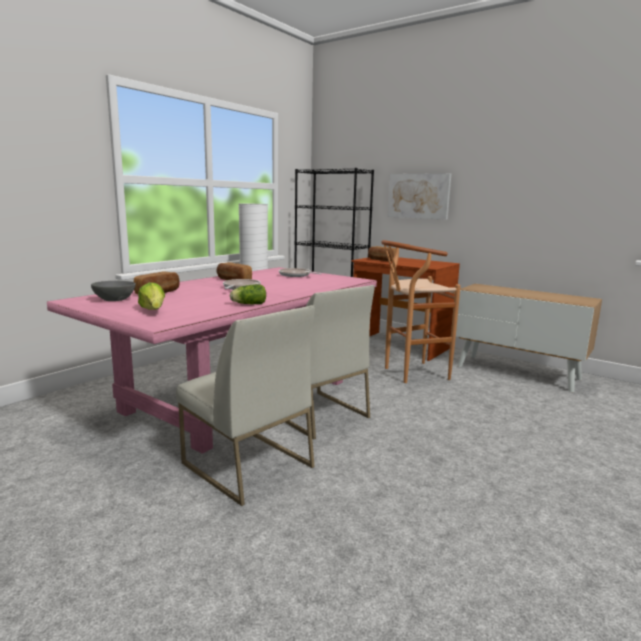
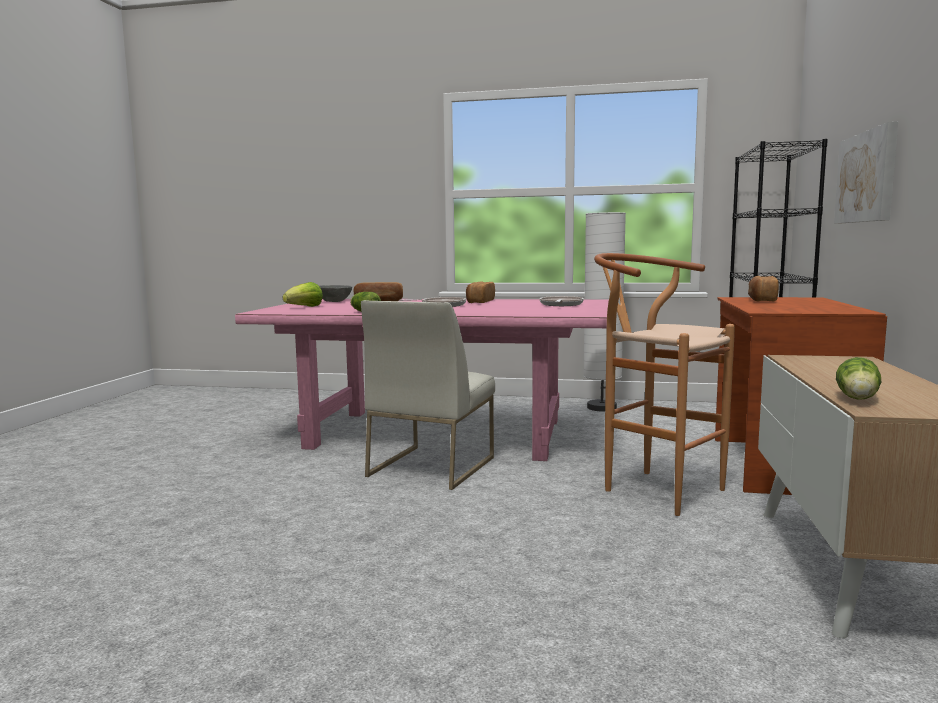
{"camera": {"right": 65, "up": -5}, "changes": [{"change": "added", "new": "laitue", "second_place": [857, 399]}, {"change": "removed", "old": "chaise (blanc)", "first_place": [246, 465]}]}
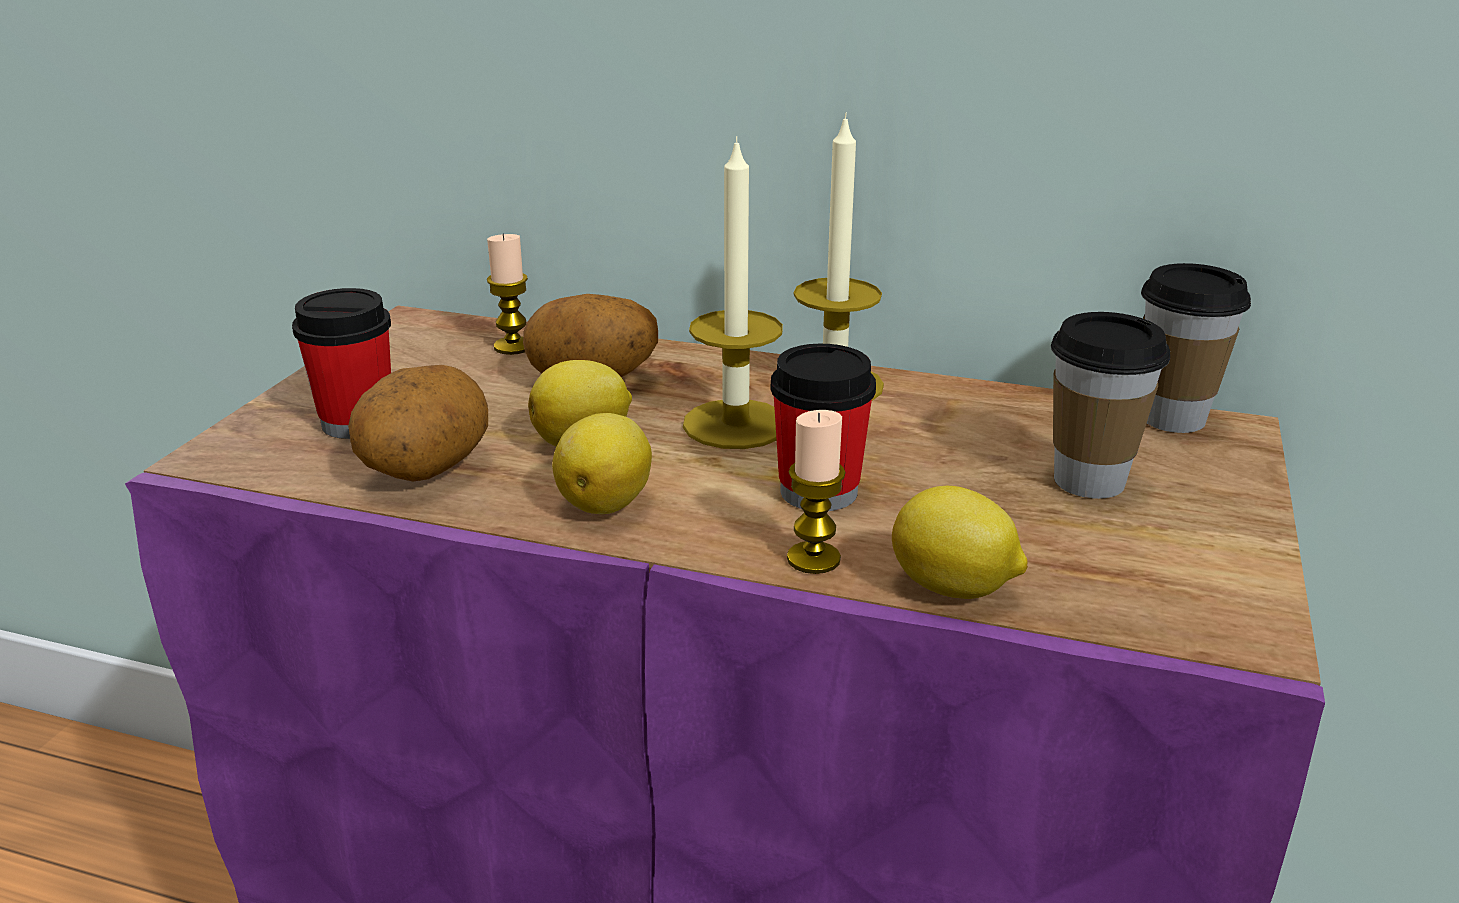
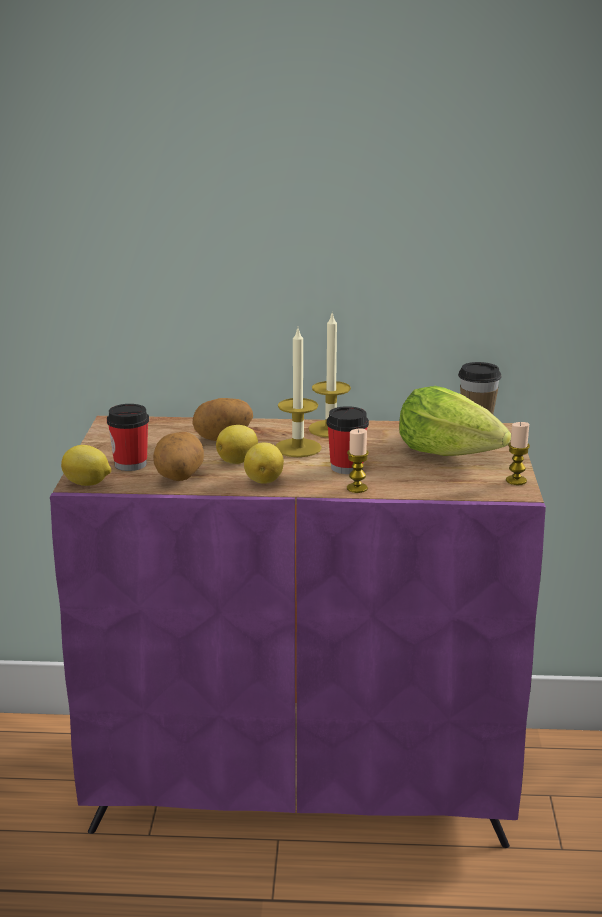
{"camera": {"right": -15, "up": -5}, "changes": [{"change": "moved", "old": "citron", "first_place": [954, 589], "second_place": [87, 484]}, {"change": "replaced", "old": "tasse", "new": "laitue", "first_place": [1089, 481], "second_place": [450, 453]}, {"change": "moved", "old": "bougie", "first_place": [513, 347], "second_place": [516, 481]}]}
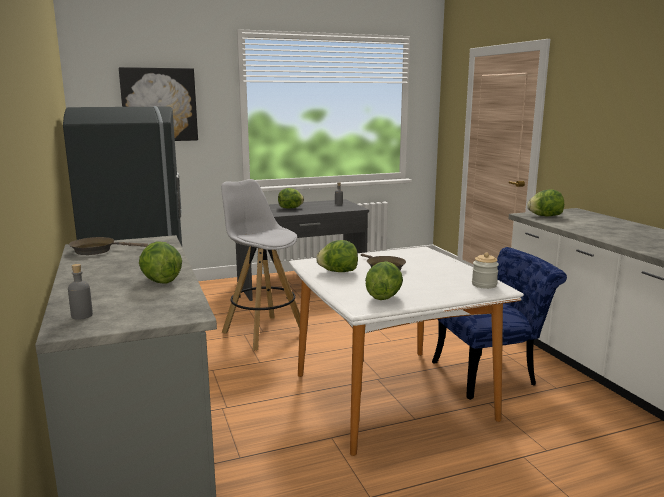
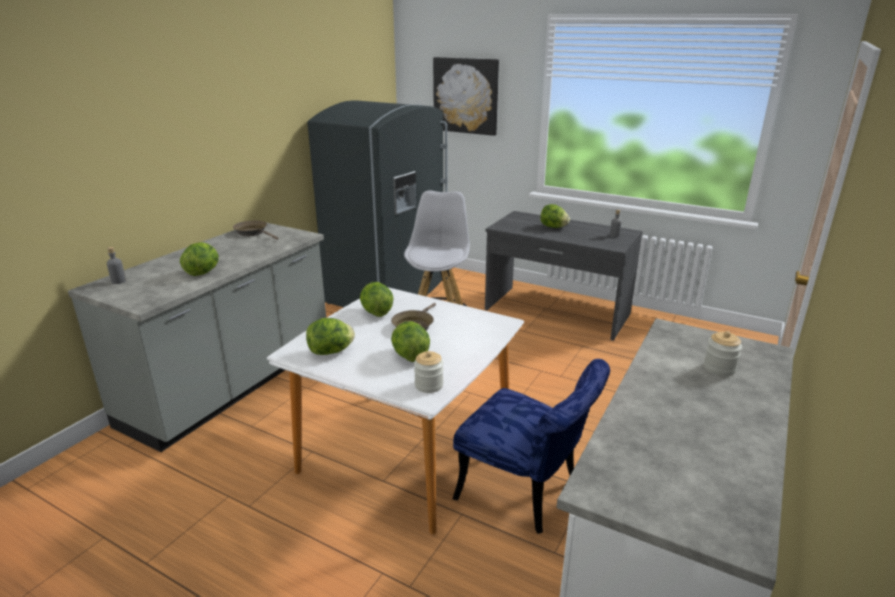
{"camera": {"right": 50, "up": 10}, "changes": [{"change": "moved", "old": "laitue", "first_place": [545, 216], "second_place": [409, 356]}, {"change": "added", "new": "bocal", "second_place": [719, 368]}]}
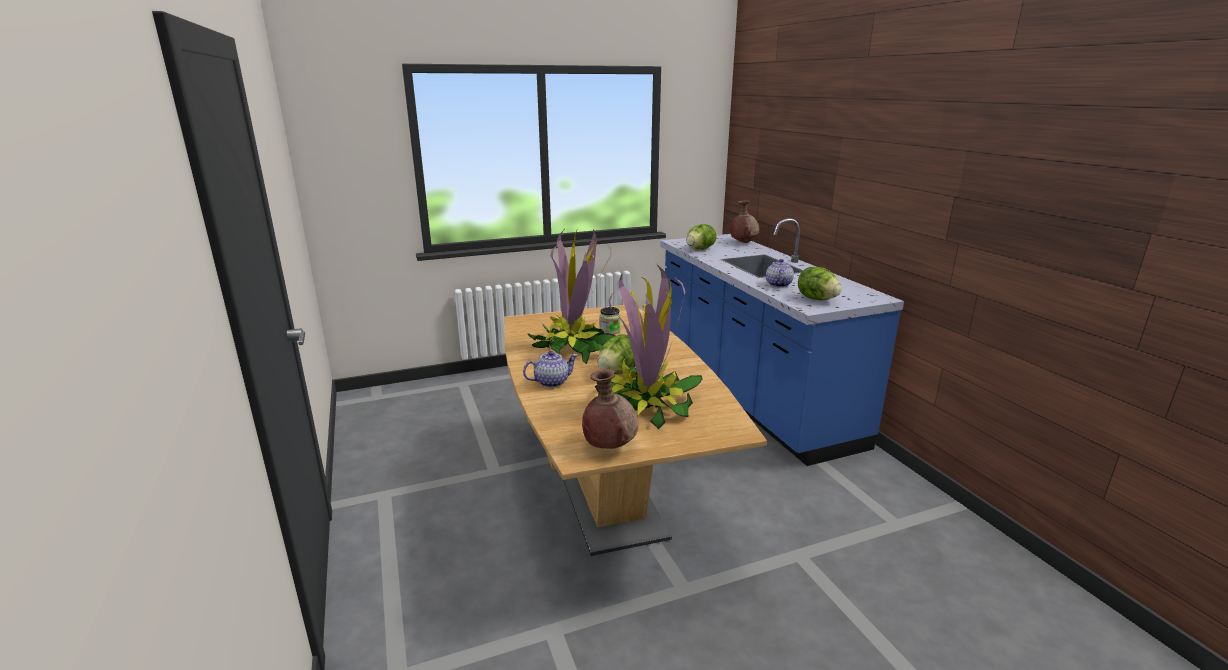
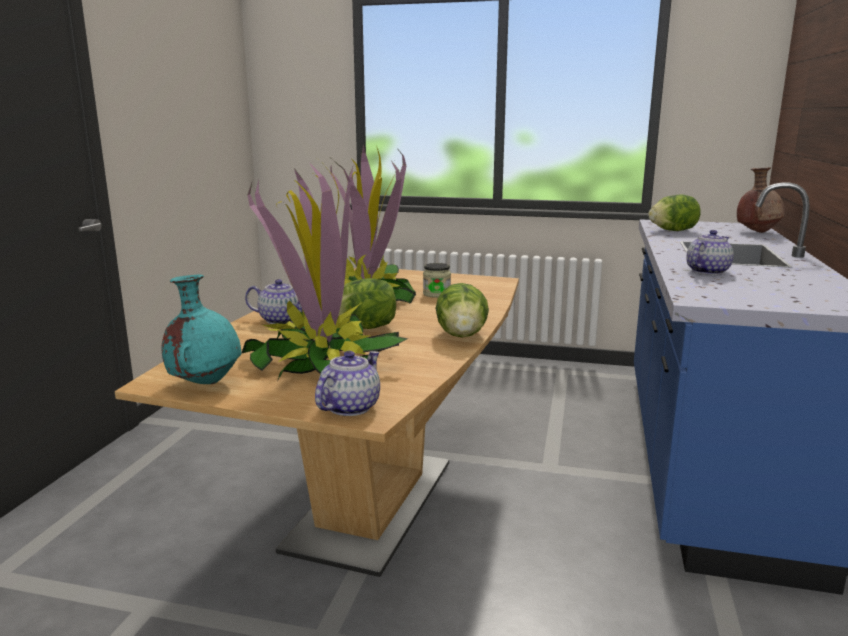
{"camera": {"right": 35, "up": -5}, "changes": [{"change": "recoloured", "old": "vase (marron)", "new": "vase (turquoise)", "first_place": [609, 446], "second_place": [205, 383]}, {"change": "added", "new": "théière", "second_place": [349, 407]}, {"change": "moved", "old": "laitue", "first_place": [817, 299], "second_place": [462, 335]}]}
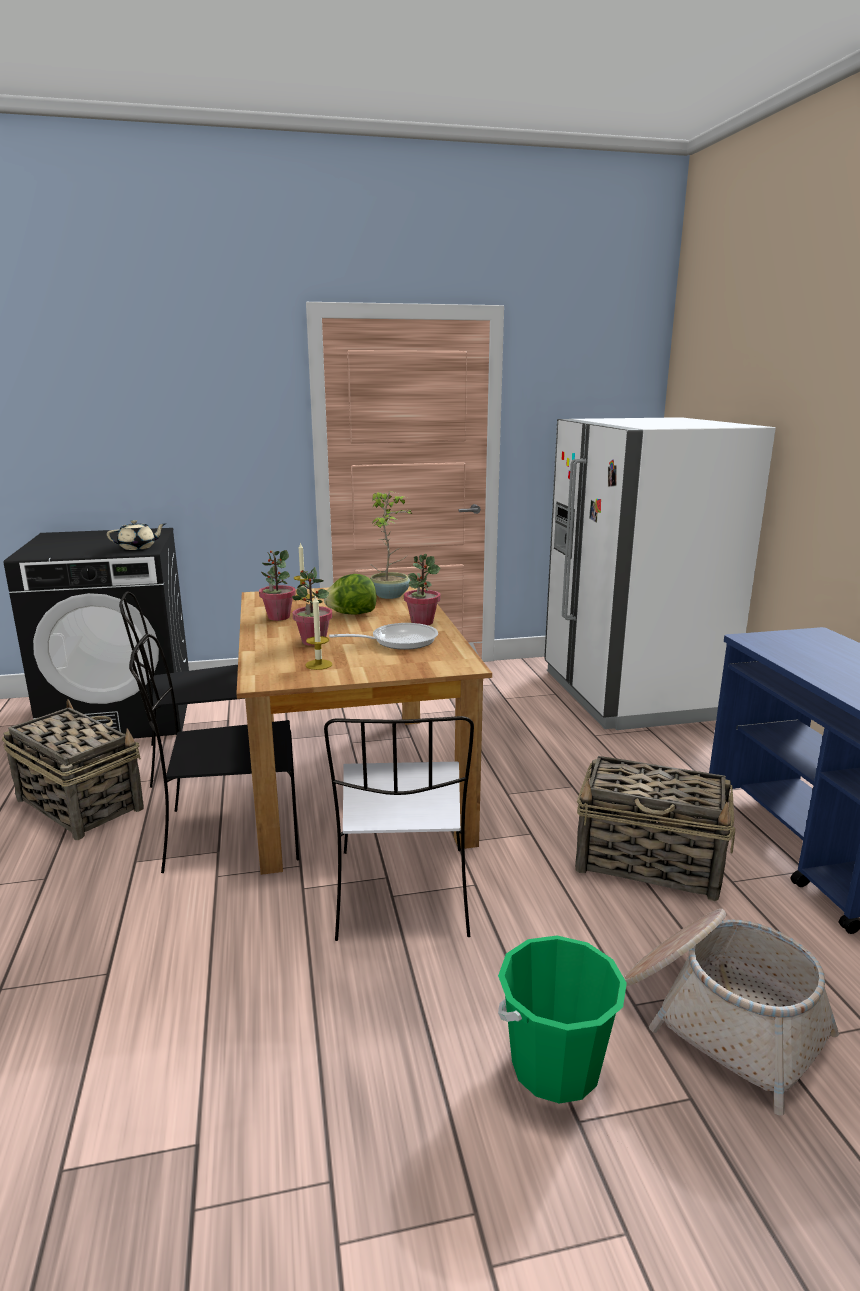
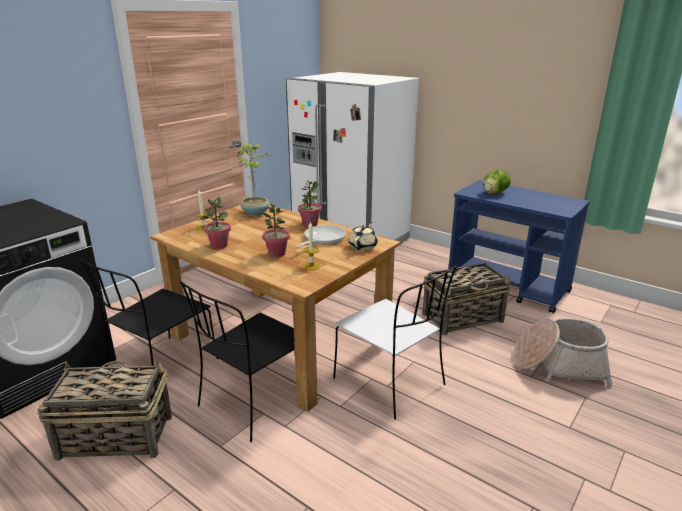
{"camera": {"right": -40, "up": 5}, "changes": [{"change": "moved", "old": "théière (beige)", "first_place": [138, 547], "second_place": [363, 246]}, {"change": "moved", "old": "laitue", "first_place": [352, 614], "second_place": [494, 193]}, {"change": "removed", "old": "seau (vert)", "first_place": [555, 1066]}]}
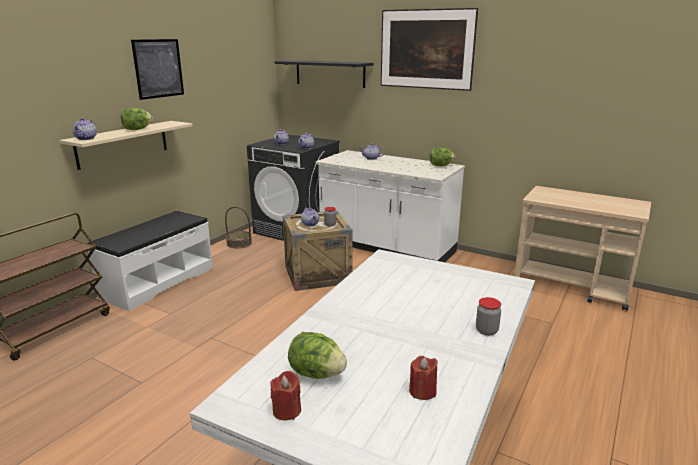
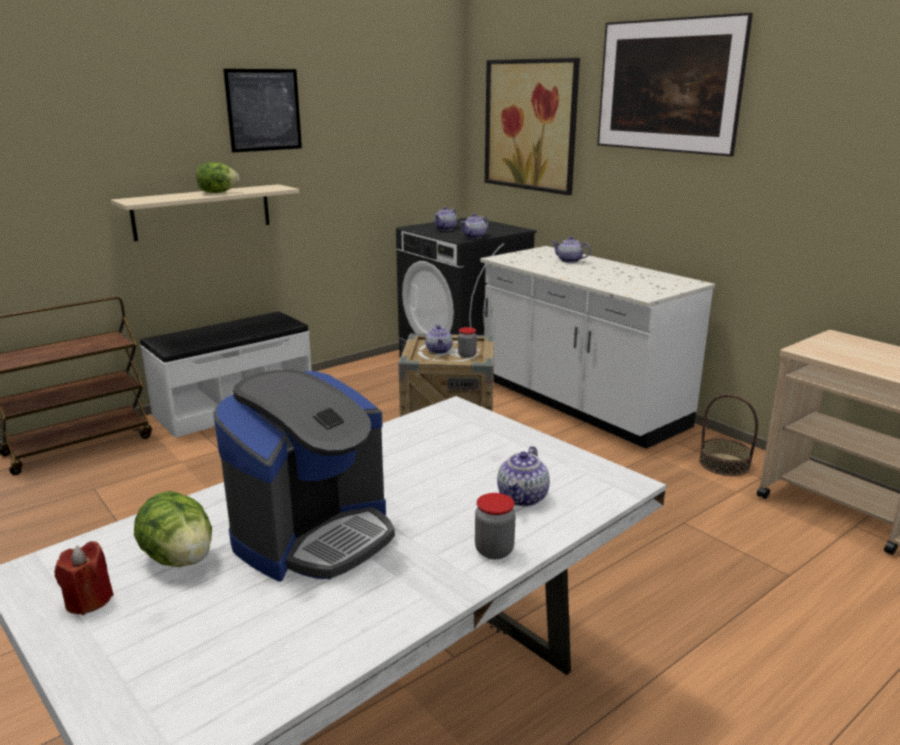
{"camera": {"right": 20, "up": 0}, "changes": [{"change": "added", "new": "machine à café", "second_place": [314, 535]}, {"change": "replaced", "old": "étagère (noir)", "new": "tableau", "first_place": [330, 73], "second_place": [530, 125]}, {"change": "moved", "old": "théière", "first_place": [86, 138], "second_place": [523, 498]}, {"change": "moved", "old": "panier", "first_place": [239, 243], "second_place": [724, 464]}, {"change": "removed", "old": "bougie (rouge)", "first_place": [422, 391]}, {"change": "removed", "old": "laitue", "first_place": [440, 166]}]}
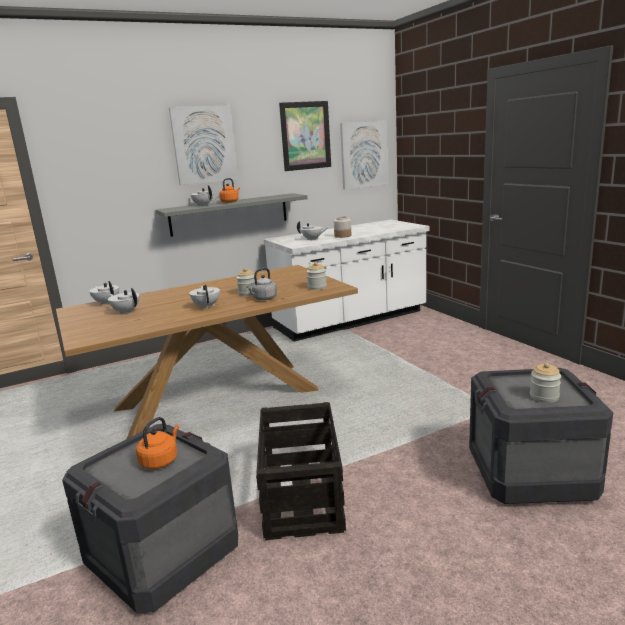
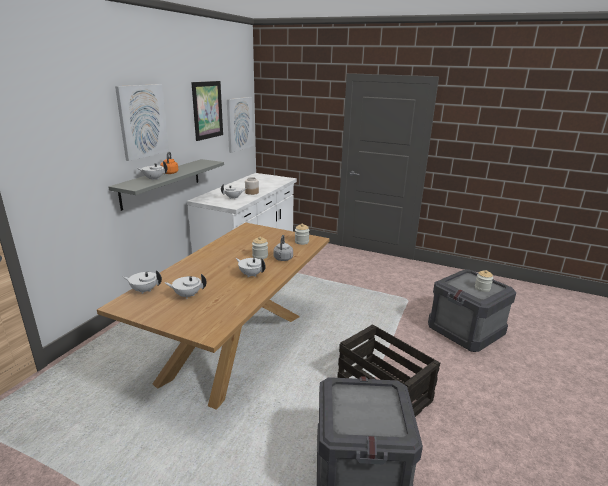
{"camera": {"right": -40, "up": 5}, "changes": [{"change": "removed", "old": "bouilloire (orange)", "first_place": [160, 460]}]}
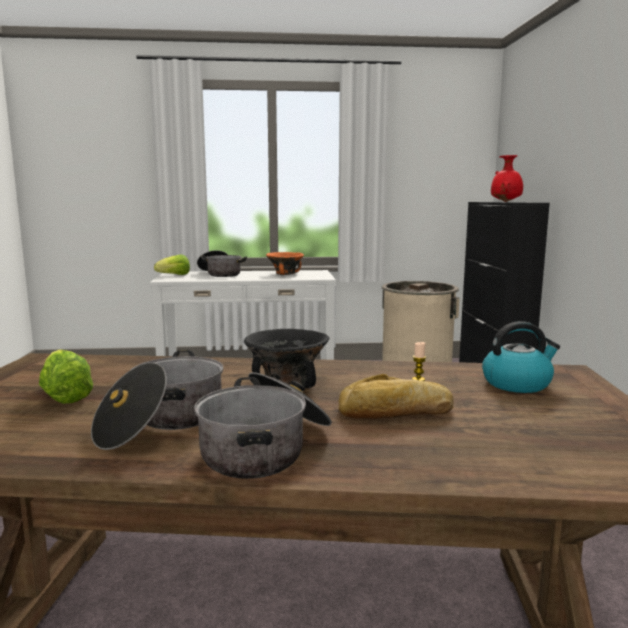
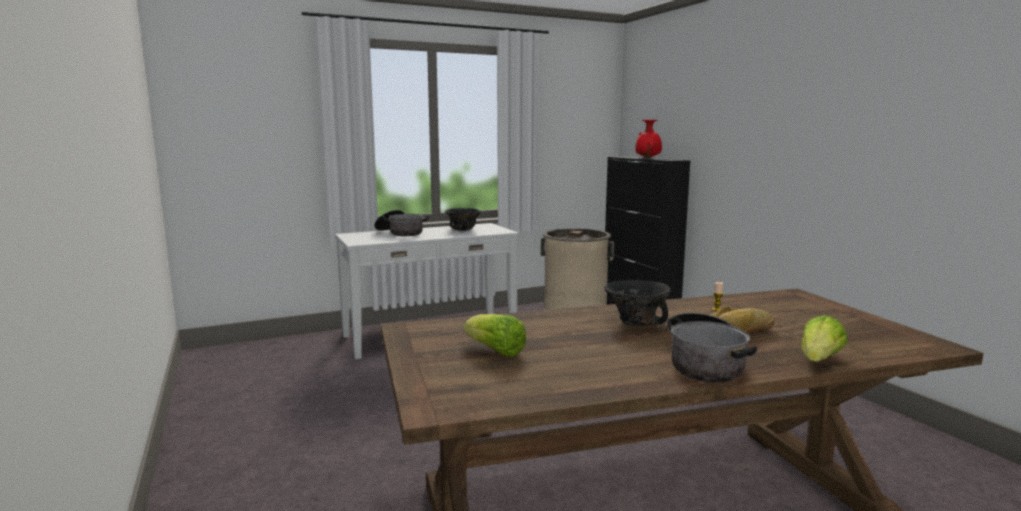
{"camera": {"right": -20, "up": 0}, "changes": [{"change": "recoloured", "old": "bol (orange)", "new": "bol (noir)", "first_place": [285, 274], "second_place": [463, 230]}, {"change": "moved", "old": "laitue", "first_place": [174, 275], "second_place": [819, 360]}, {"change": "removed", "old": "marmite", "first_place": [162, 422]}, {"change": "removed", "old": "bouilloire", "first_place": [517, 383]}]}
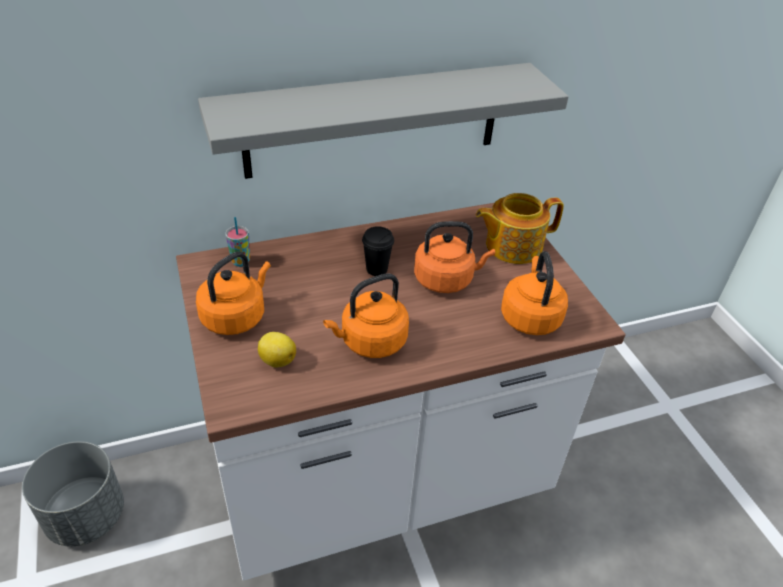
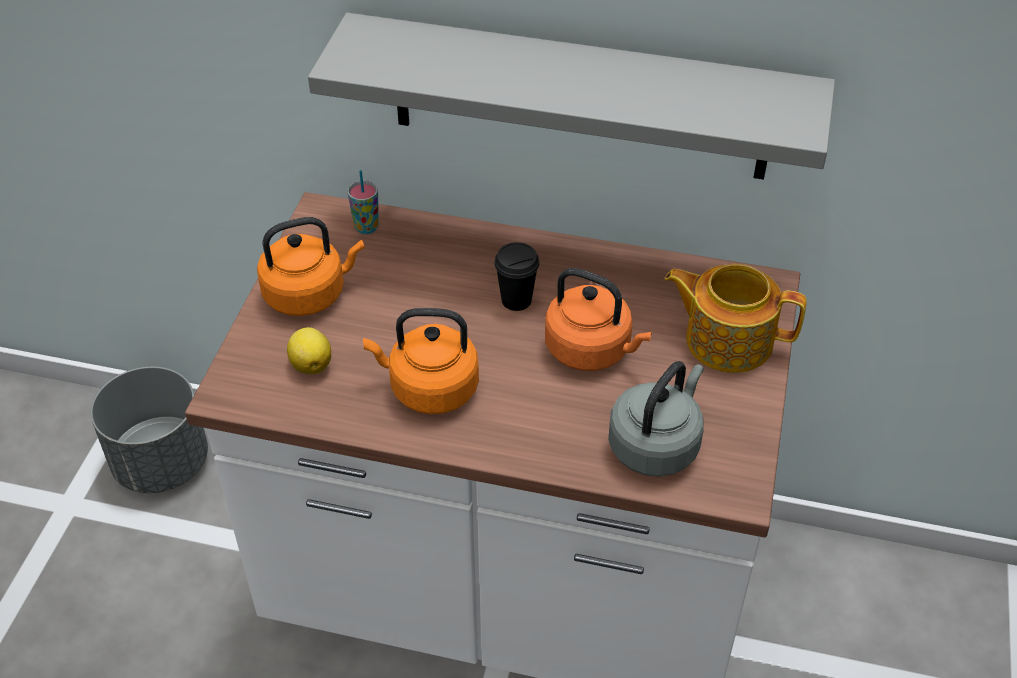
{"camera": {"right": 35, "up": 5}, "changes": [{"change": "recoloured", "old": "bouilloire (orange)", "new": "bouilloire (gris)", "first_place": [530, 317], "second_place": [656, 444]}]}
